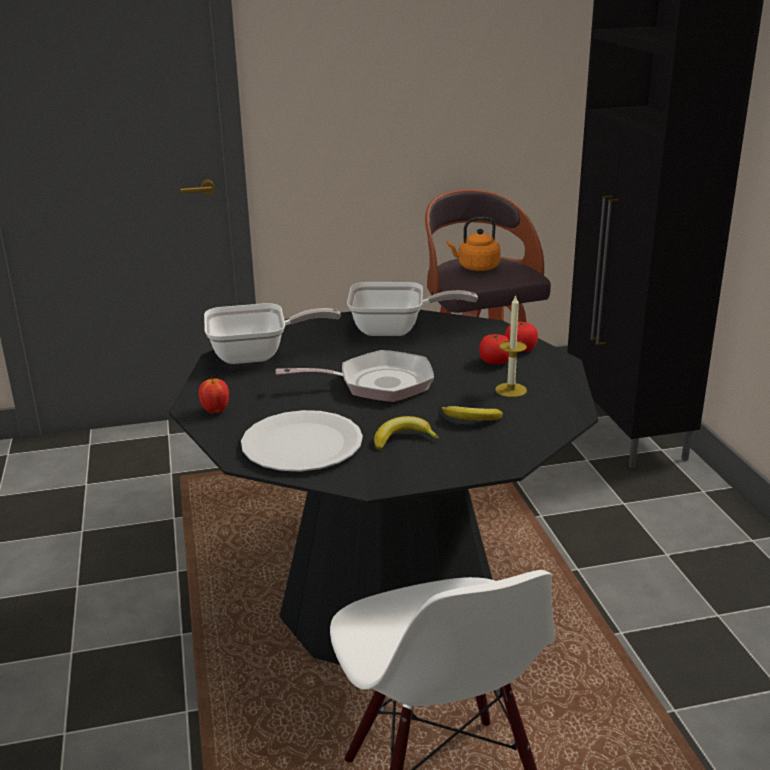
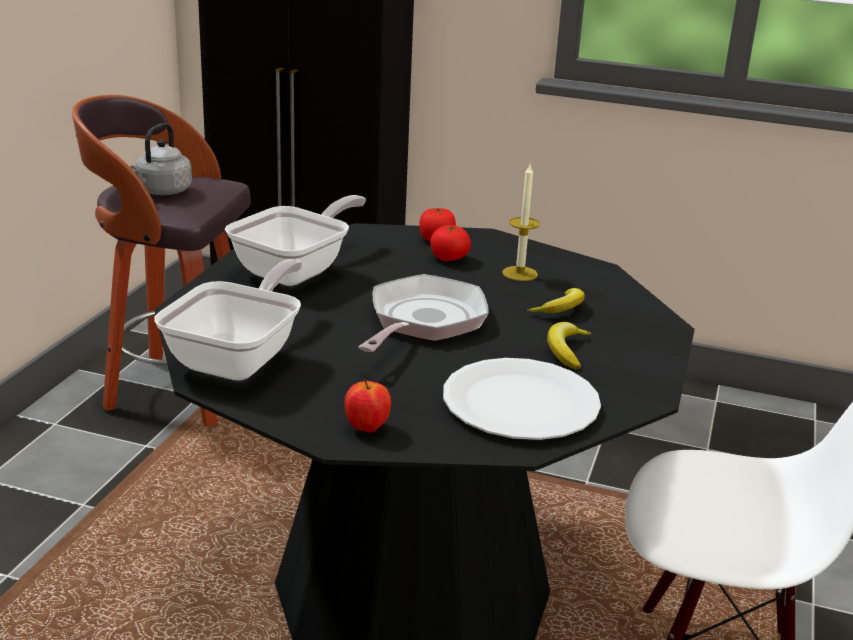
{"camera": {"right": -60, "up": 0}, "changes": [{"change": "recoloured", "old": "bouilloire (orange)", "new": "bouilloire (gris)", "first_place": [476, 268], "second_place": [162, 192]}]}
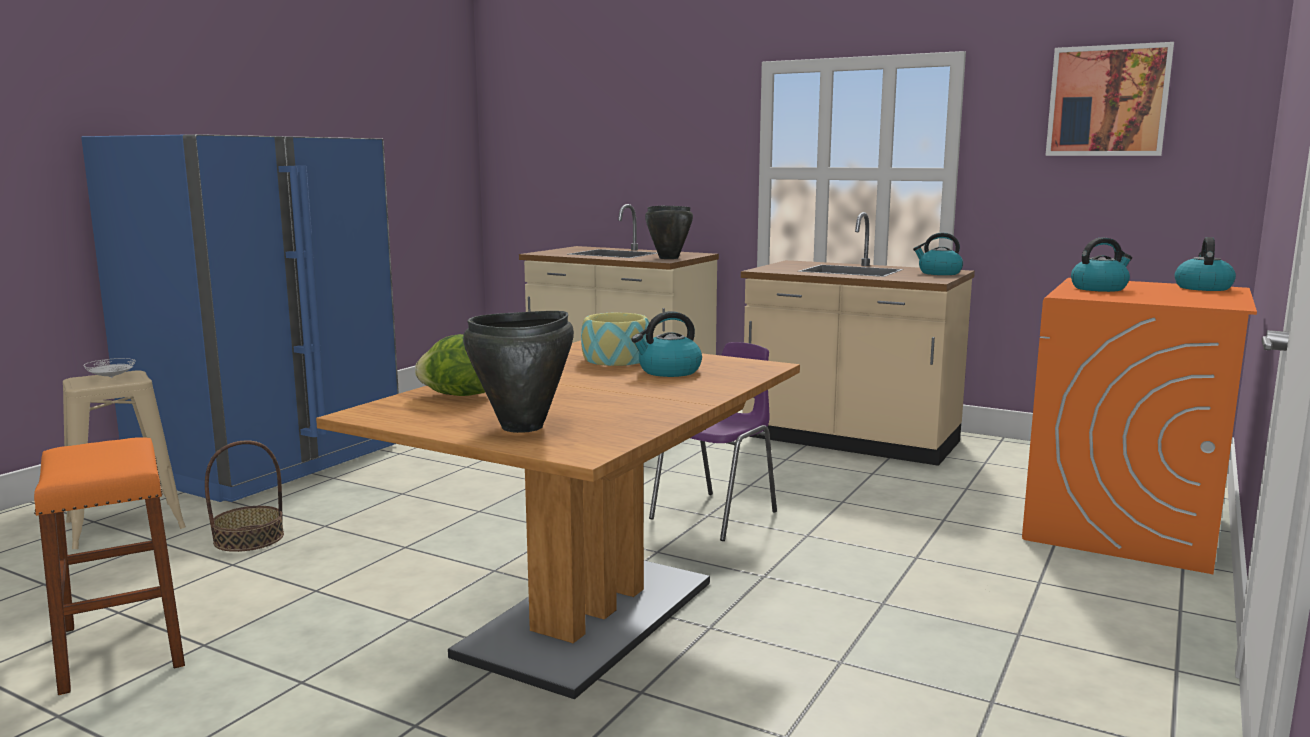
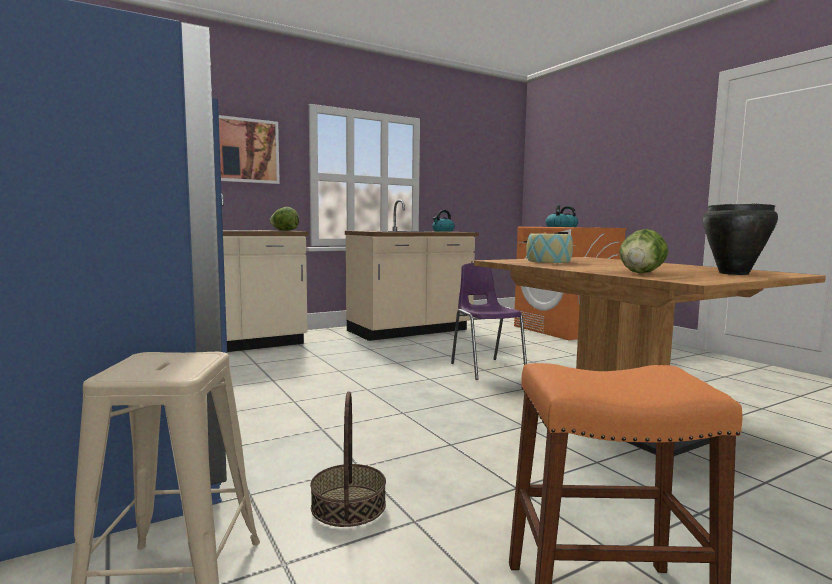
{"camera": {"right": -60, "up": -5}, "changes": [{"change": "moved", "old": "tableau", "first_place": [1107, 101], "second_place": [246, 151]}, {"change": "replaced", "old": "marmite (noir)", "new": "laitue", "first_place": [668, 258], "second_place": [284, 230]}, {"change": "removed", "old": "assiette (blanc)", "first_place": [111, 378]}, {"change": "removed", "old": "bouilloire", "first_place": [668, 371]}]}
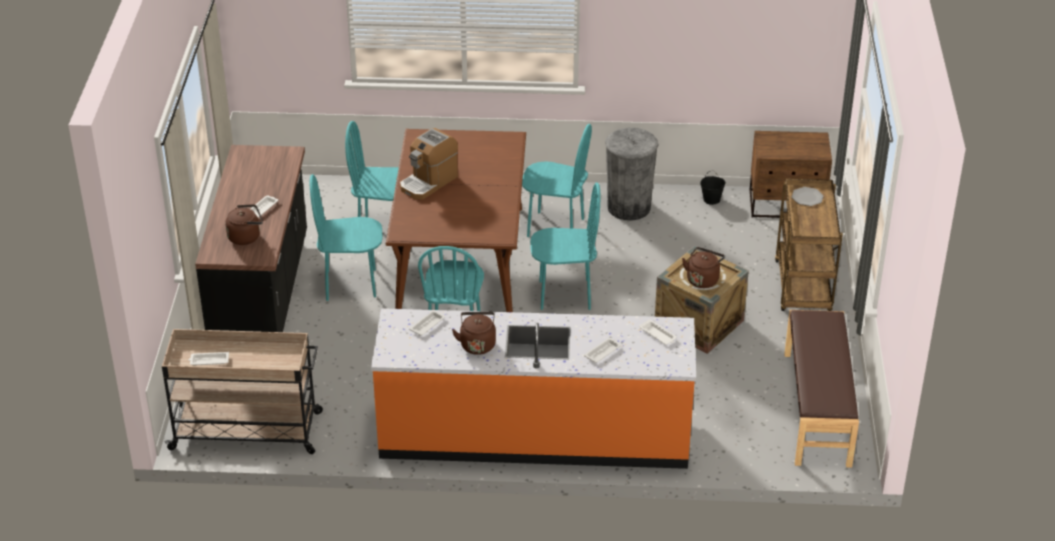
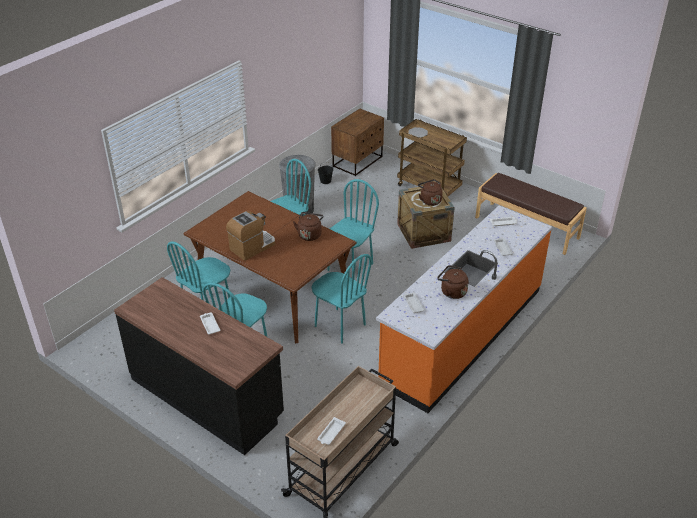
{"camera": {"right": -55, "up": 0}, "changes": [{"change": "turned", "old": "machine à café", "first_place": [428, 182], "second_place": [252, 247], "degrees": -120}, {"change": "moved", "old": "bouilloire (marron)", "first_place": [246, 237], "second_place": [310, 234]}]}
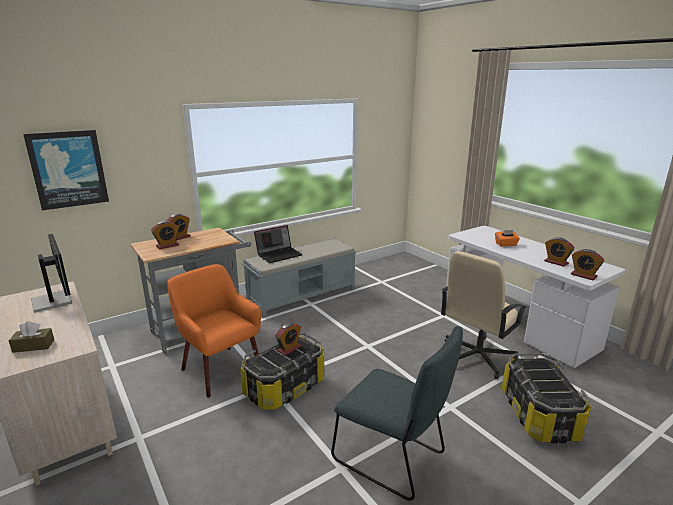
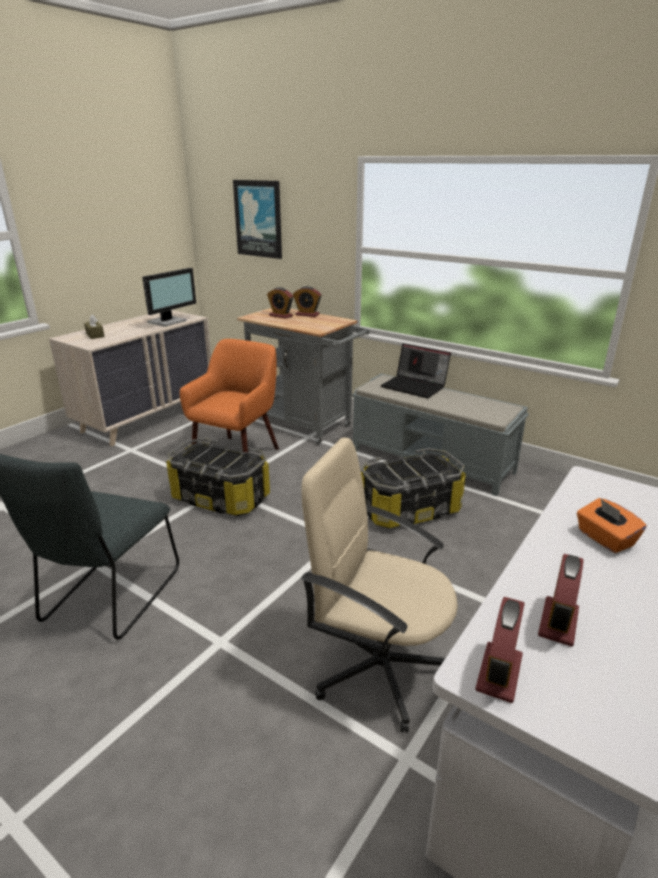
{"camera": {"right": 70, "up": 5}, "changes": [{"change": "moved", "old": "boîte de rangement", "first_place": [539, 415], "second_place": [409, 510]}, {"change": "removed", "old": "réveil", "first_place": [289, 349]}]}
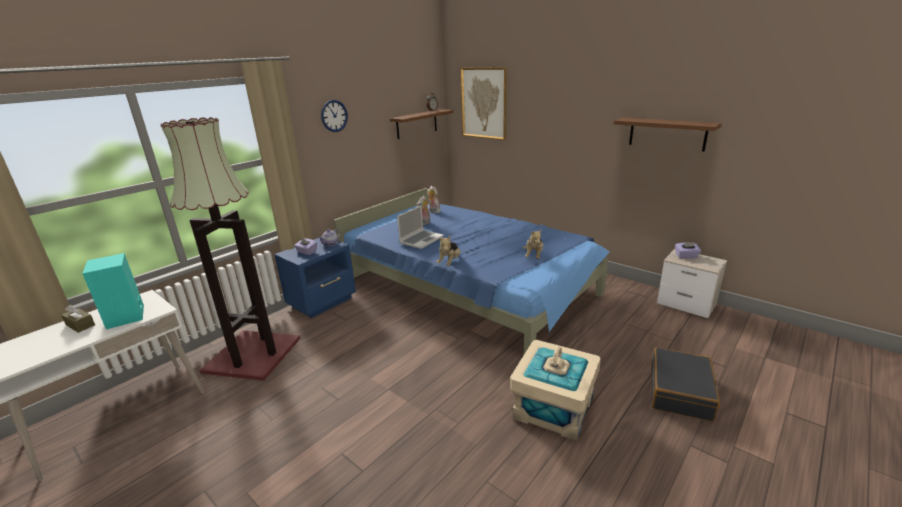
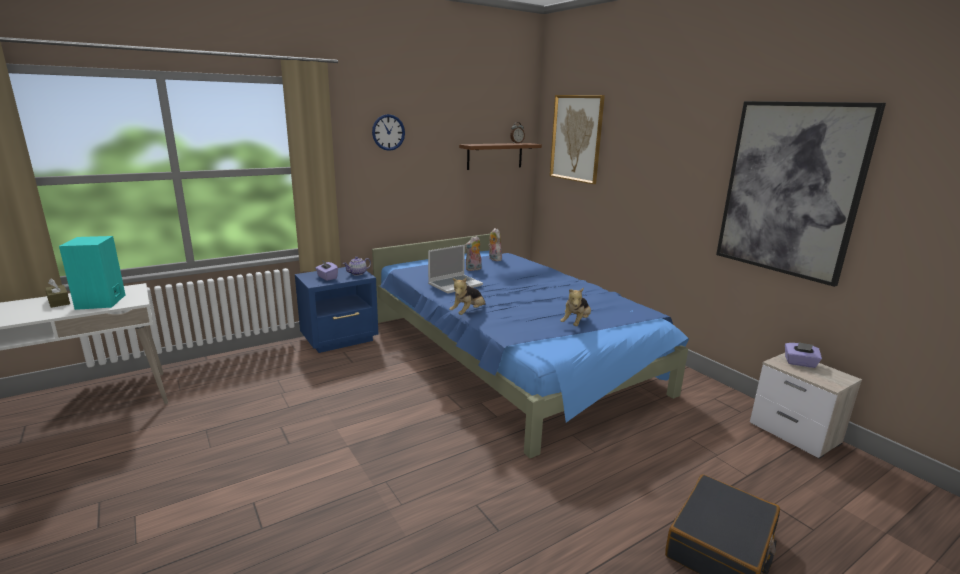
{"camera": {"right": 15, "up": -5}, "changes": [{"change": "replaced", "old": "étagère (marron)", "new": "tableau", "first_place": [667, 134], "second_place": [790, 189]}, {"change": "removed", "old": "lampadaire", "first_place": [252, 354]}, {"change": "removed", "old": "boîte de rangement (beige)", "first_place": [553, 408]}]}
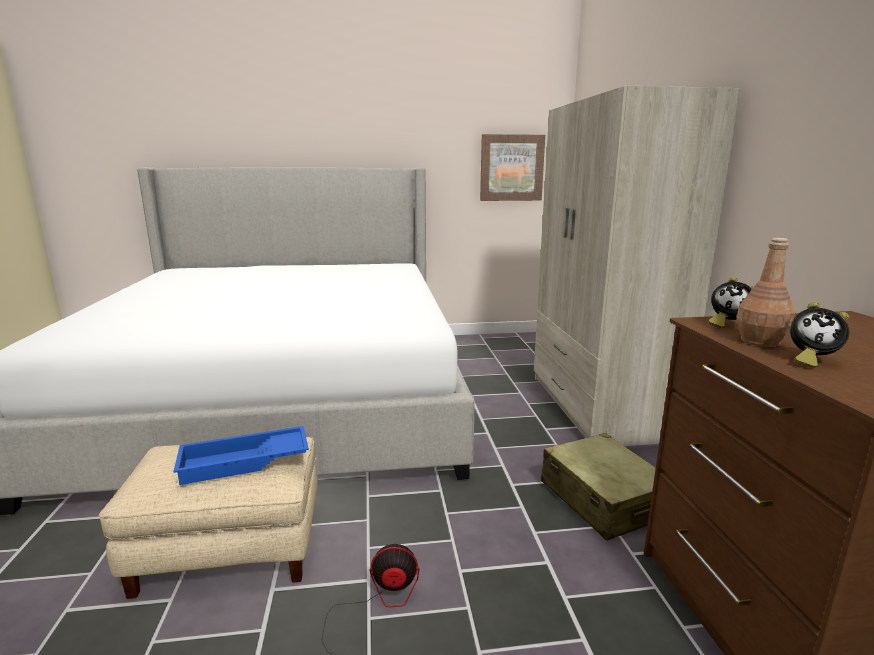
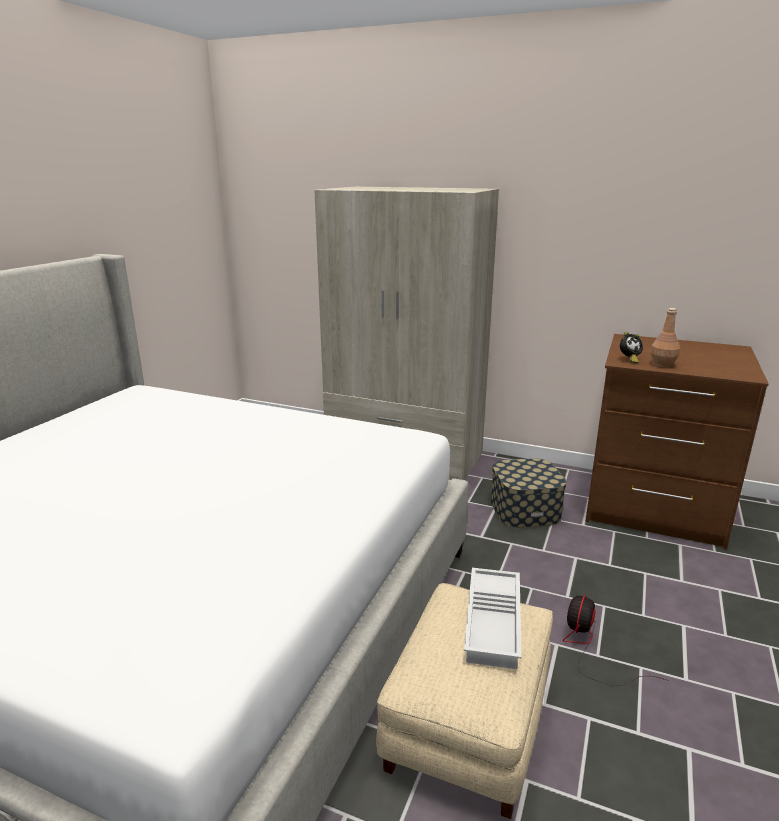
{"camera": {"right": -60, "up": 5}, "changes": [{"change": "recoloured", "old": "plateau (bleu)", "new": "plateau (blanc)", "first_place": [244, 462], "second_place": [495, 622]}, {"change": "replaced", "old": "valise (beige)", "new": "boîte de rangement", "first_place": [603, 499], "second_place": [525, 509]}, {"change": "removed", "old": "tableau", "first_place": [511, 168]}, {"change": "removed", "old": "réveil", "first_place": [809, 361]}]}
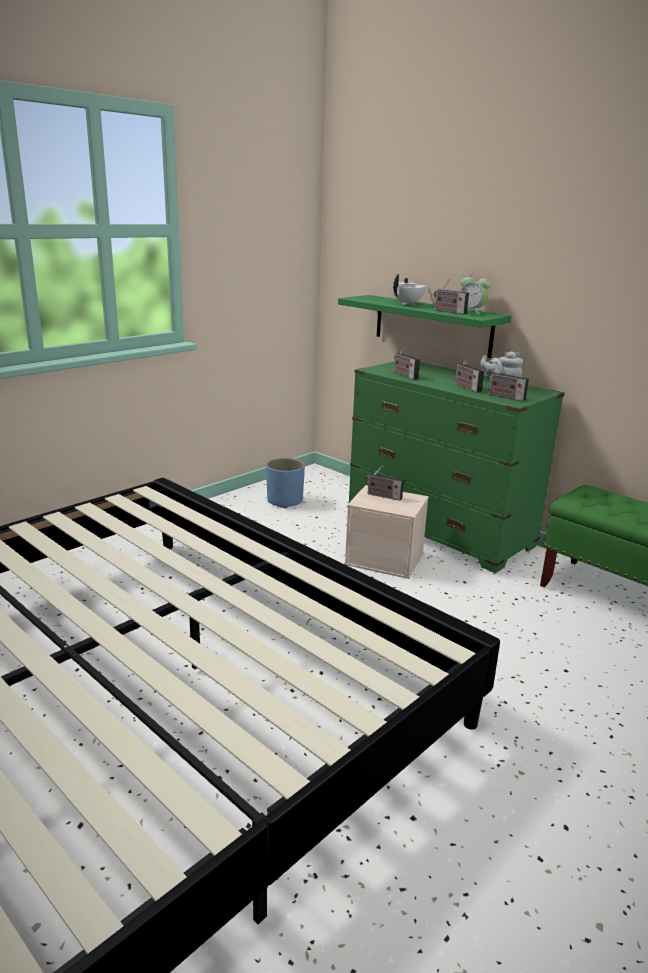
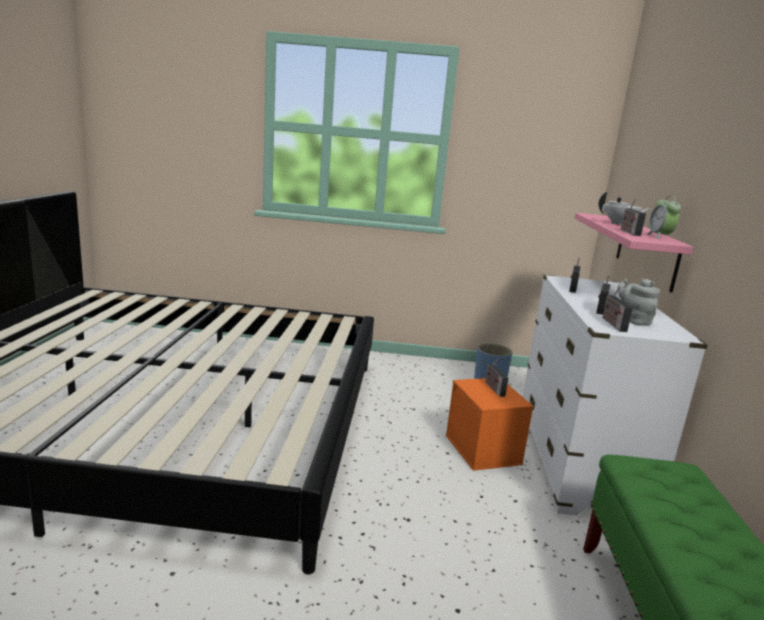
{"camera": {"right": 50, "up": -5}, "changes": [{"change": "recoloured", "old": "boîte de rangement (beige)", "new": "boîte de rangement (orange)", "first_place": [385, 559], "second_place": [484, 450]}, {"change": "recoloured", "old": "commode (vert)", "new": "commode (blanc)", "first_place": [439, 530], "second_place": [577, 460]}, {"change": "recoloured", "old": "étagère (vert)", "new": "étagère (rose)", "first_place": [432, 325], "second_place": [646, 251]}]}
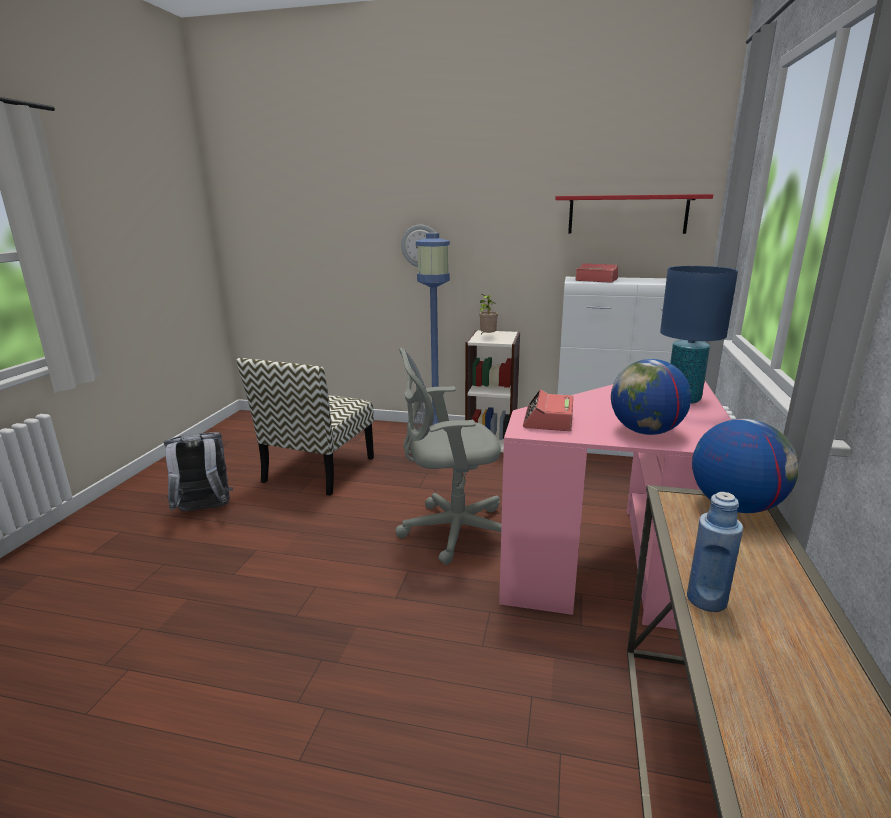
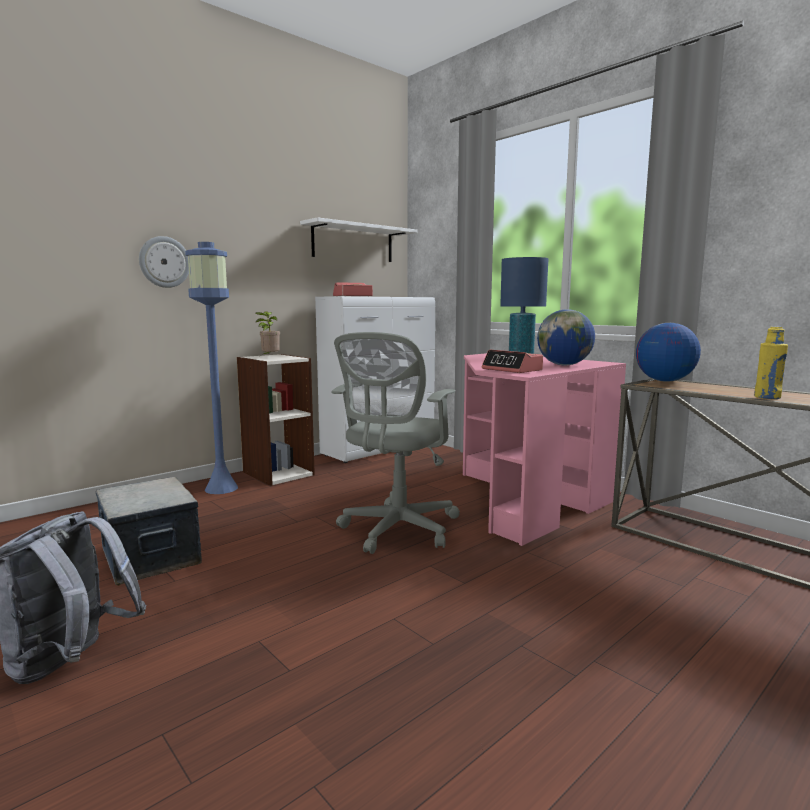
{"camera": {"right": -55, "up": -10}, "changes": [{"change": "replaced", "old": "chaise", "new": "boîte de rangement", "first_place": [318, 470], "second_place": [149, 557]}, {"change": "recoloured", "old": "étagère (rouge)", "new": "étagère (blanc)", "first_place": [627, 214], "second_place": [353, 243]}, {"change": "recoloured", "old": "bouteille (bleu)", "new": "bouteille (jaune)", "first_place": [706, 600], "second_place": [767, 397]}]}
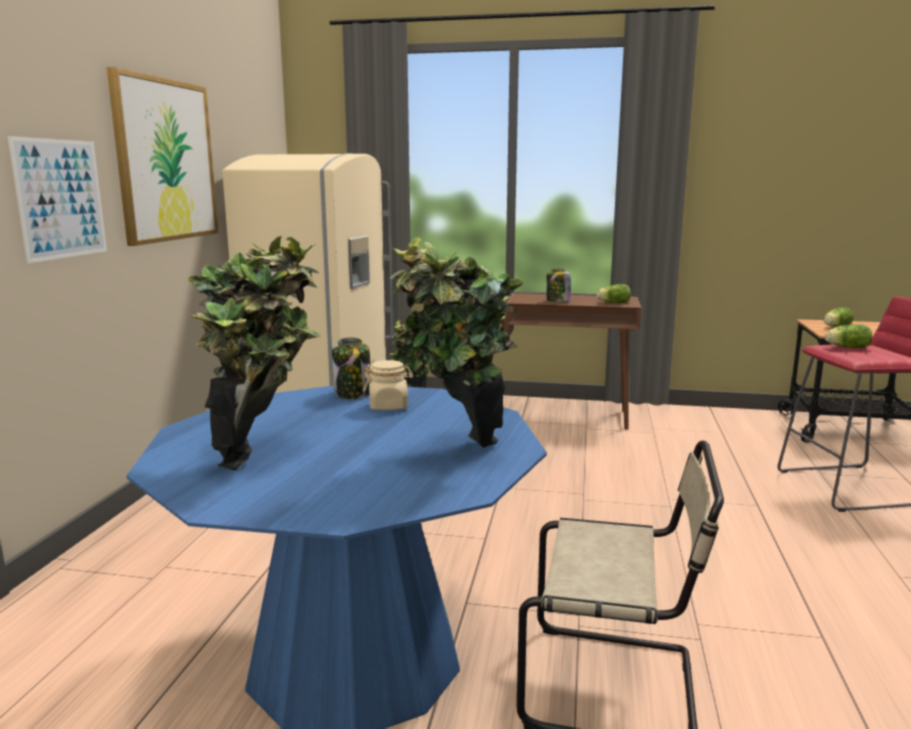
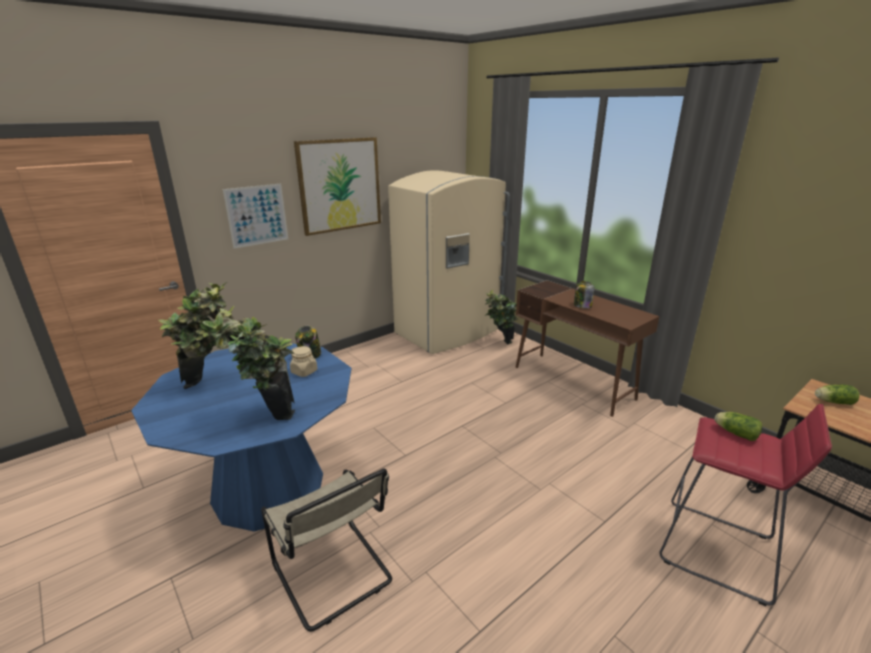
{"camera": {"right": 40, "up": 10}, "changes": [{"change": "removed", "old": "laitue", "first_place": [612, 303]}]}
